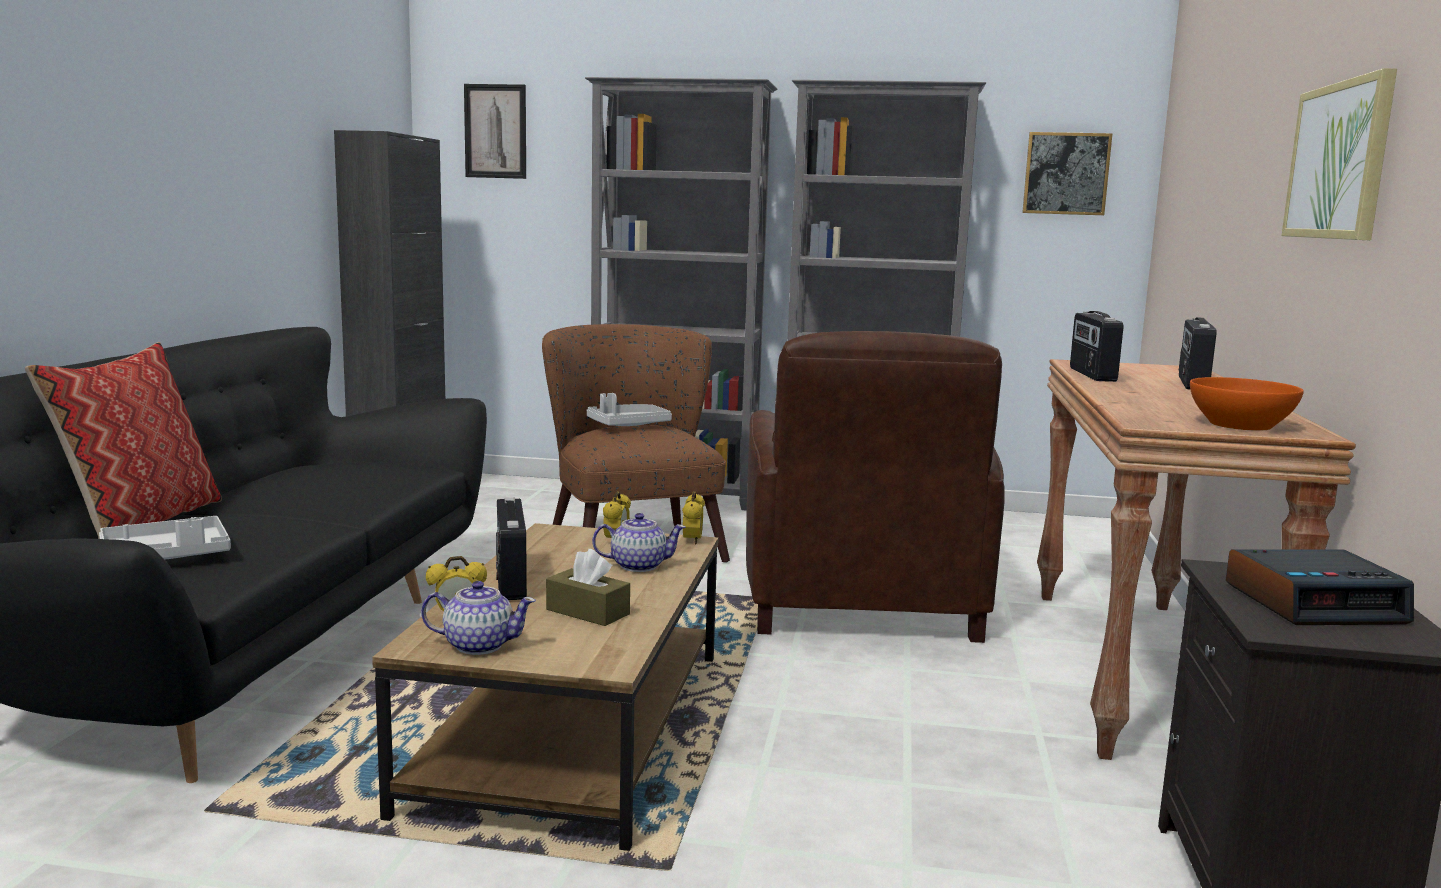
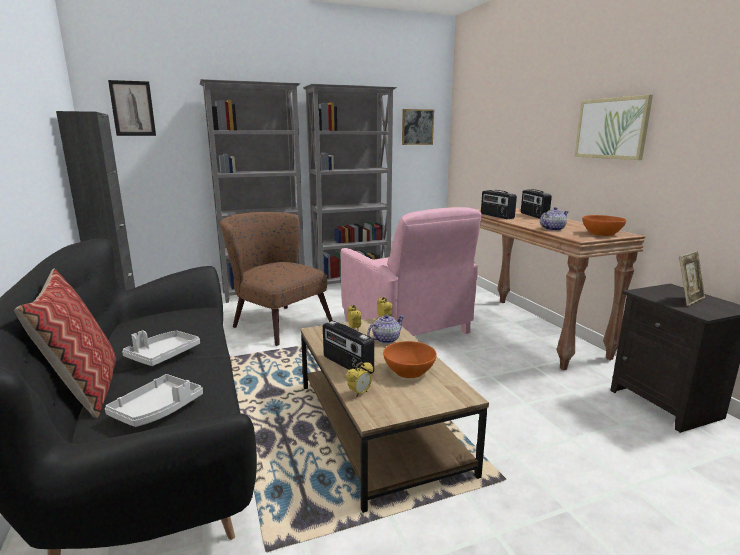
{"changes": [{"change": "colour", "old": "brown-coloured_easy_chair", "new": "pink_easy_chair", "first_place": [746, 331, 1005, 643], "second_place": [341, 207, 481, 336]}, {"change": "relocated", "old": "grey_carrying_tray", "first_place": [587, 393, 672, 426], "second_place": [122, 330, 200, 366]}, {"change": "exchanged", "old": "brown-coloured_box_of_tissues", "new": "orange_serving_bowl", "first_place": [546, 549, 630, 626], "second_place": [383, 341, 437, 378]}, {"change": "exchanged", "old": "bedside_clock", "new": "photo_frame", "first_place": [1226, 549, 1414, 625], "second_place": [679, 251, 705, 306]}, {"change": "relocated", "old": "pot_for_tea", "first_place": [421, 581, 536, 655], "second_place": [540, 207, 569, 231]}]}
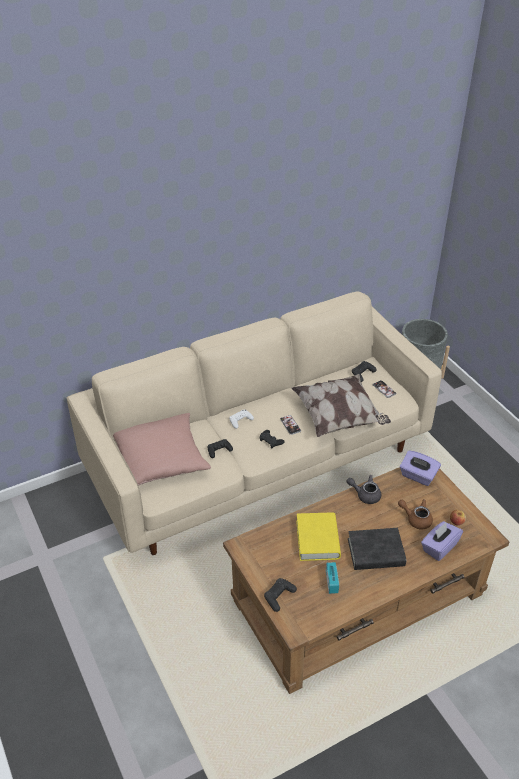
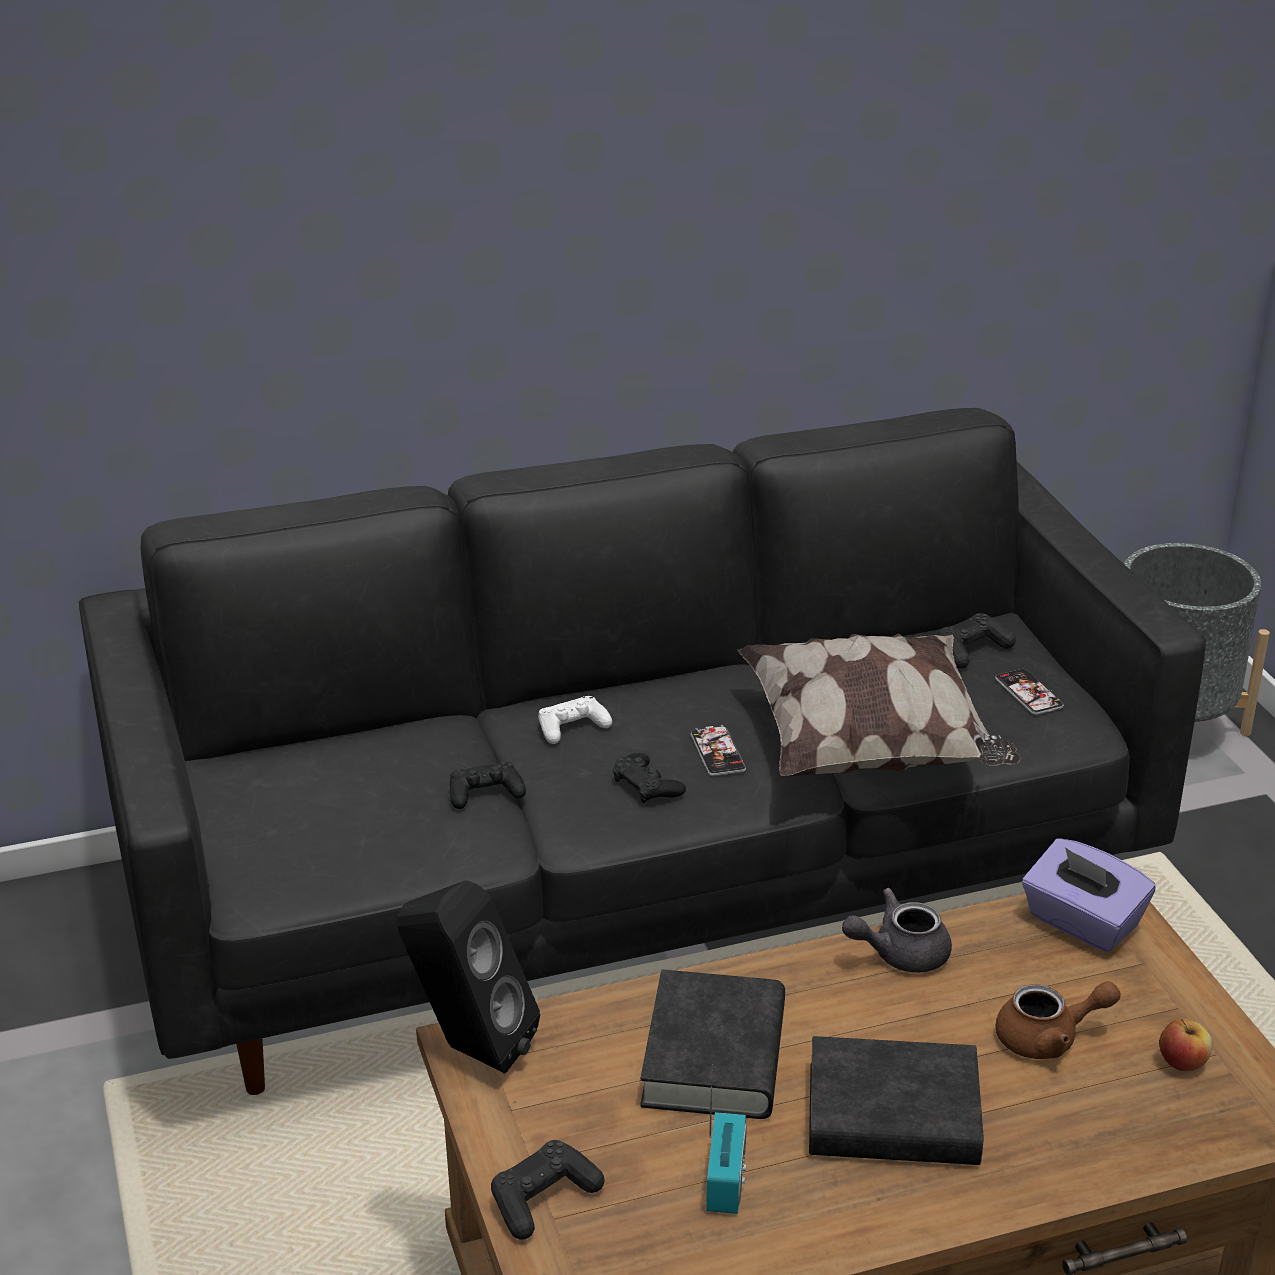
{"changes": [{"change": "colour", "old": "beige_couch", "new": "blackish_couch", "first_place": [67, 291, 442, 555], "second_place": [79, 408, 1206, 1095]}, {"change": "missing", "old": "pink_pillow", "first_place": [113, 413, 211, 486]}, {"change": "spun", "old": "grey_pot_for_tea", "first_place": [347, 475, 381, 504], "second_place": [842, 888, 952, 973], "degrees": -45}, {"change": "spun", "old": "brown-coloured_pot_for_tea", "first_place": [398, 499, 433, 529], "second_place": [996, 981, 1121, 1059], "degrees": 135}, {"change": "colour", "old": "yellow_book", "new": "blackish_book", "first_place": [296, 512, 341, 561], "second_place": [640, 969, 785, 1119]}, {"change": "missing", "old": "purple_box_of_tissues", "first_place": [421, 521, 463, 561]}, {"change": "appeared", "new": "blackish_speaker", "second_place": [397, 880, 540, 1074]}]}
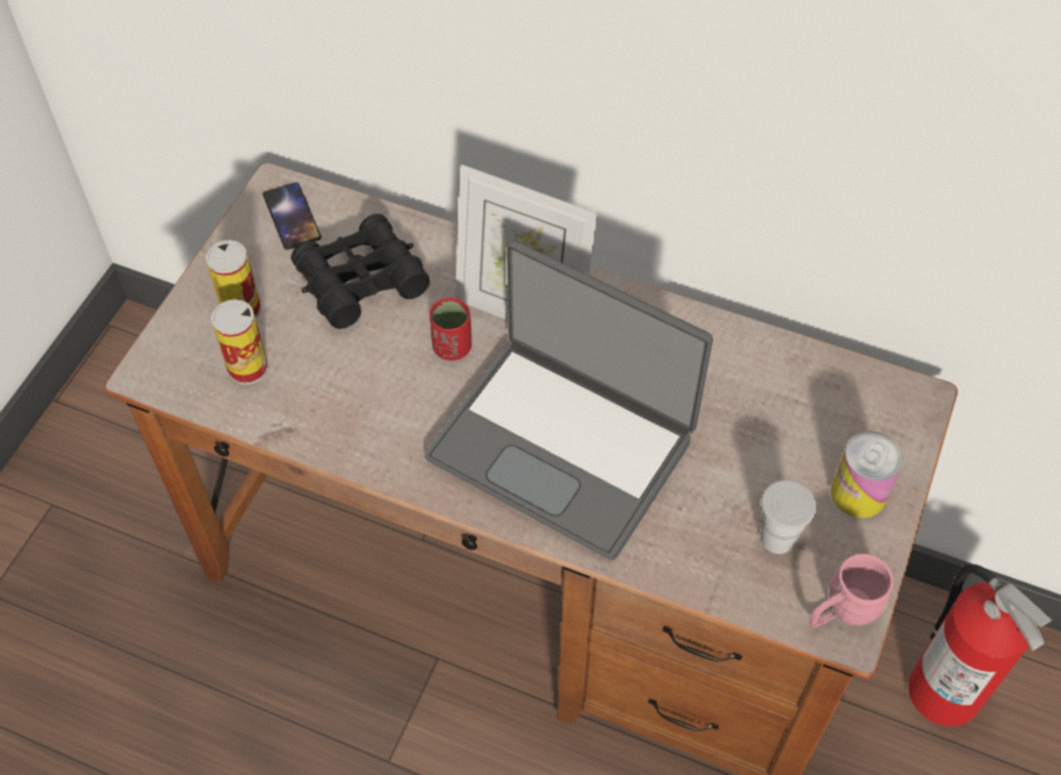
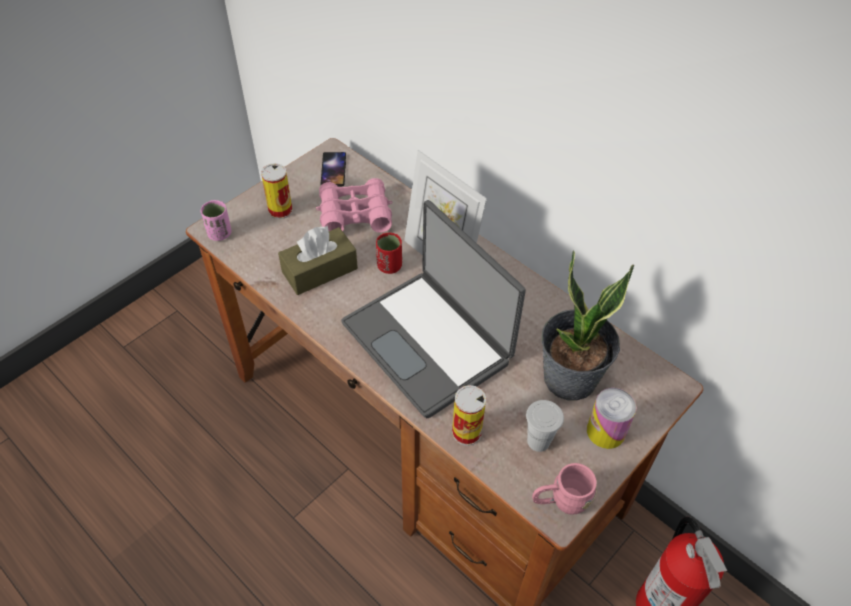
{"changes": [{"change": "colour", "old": "blackish_binoculars", "new": "pink_binoculars", "first_place": [291, 214, 430, 329], "second_place": [316, 178, 393, 233]}, {"change": "relocated", "old": "metal_can", "first_place": [211, 299, 268, 385], "second_place": [452, 385, 486, 446]}, {"change": "appeared", "new": "pink_drinking_cup", "second_place": [201, 200, 231, 241]}, {"change": "appeared", "new": "brown-coloured_box_of_tissues", "second_place": [278, 226, 358, 295]}, {"change": "appeared", "new": "potted_plant", "second_place": [542, 250, 634, 401]}]}
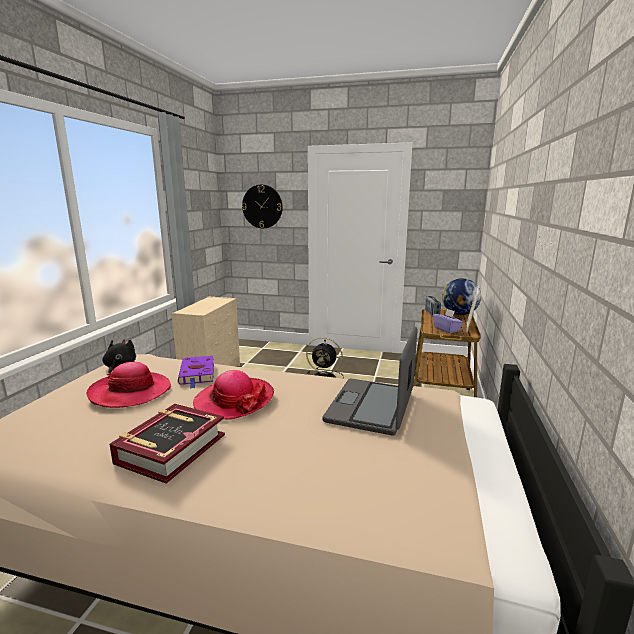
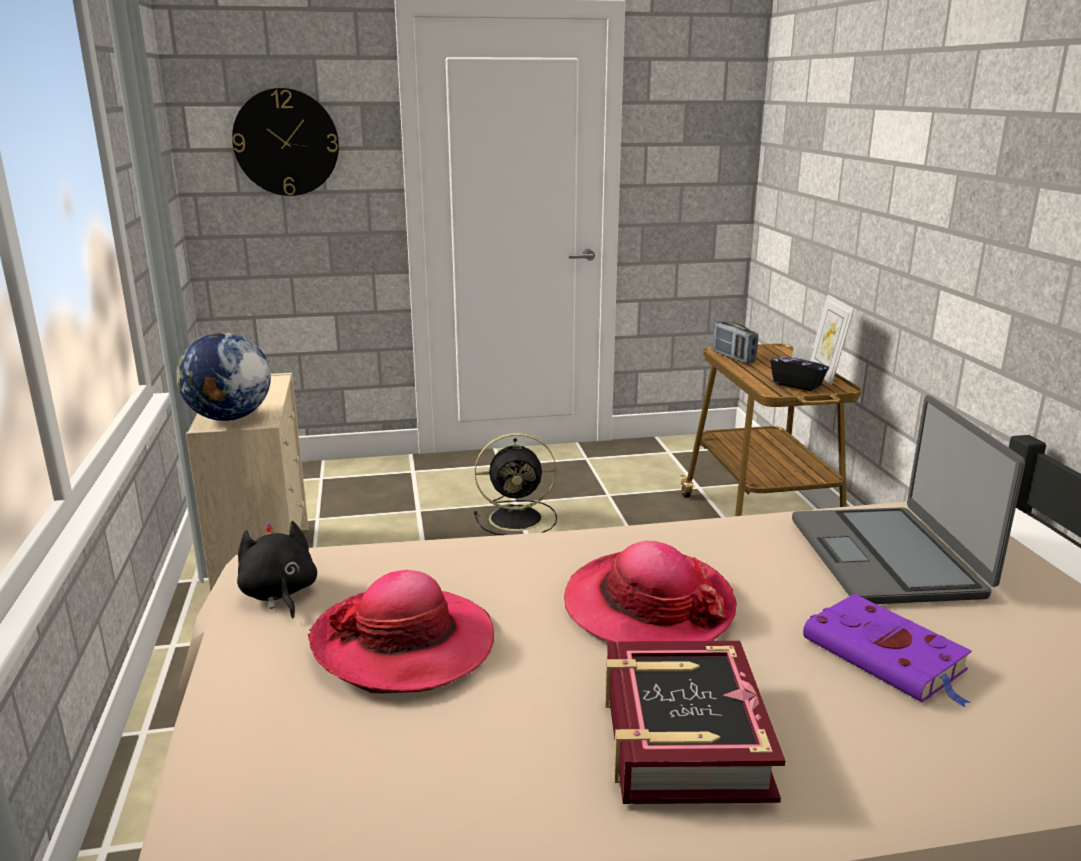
{"changes": [{"change": "relocated", "old": "desk_globe", "first_place": [442, 278, 481, 315], "second_place": [175, 332, 271, 421]}, {"change": "colour", "old": "purple_box_of_tissues", "new": "blackish_box_of_tissues", "first_place": [433, 309, 463, 333], "second_place": [771, 344, 829, 391]}, {"change": "relocated", "old": "purple_book", "first_place": [178, 356, 214, 389], "second_place": [803, 594, 972, 707]}]}
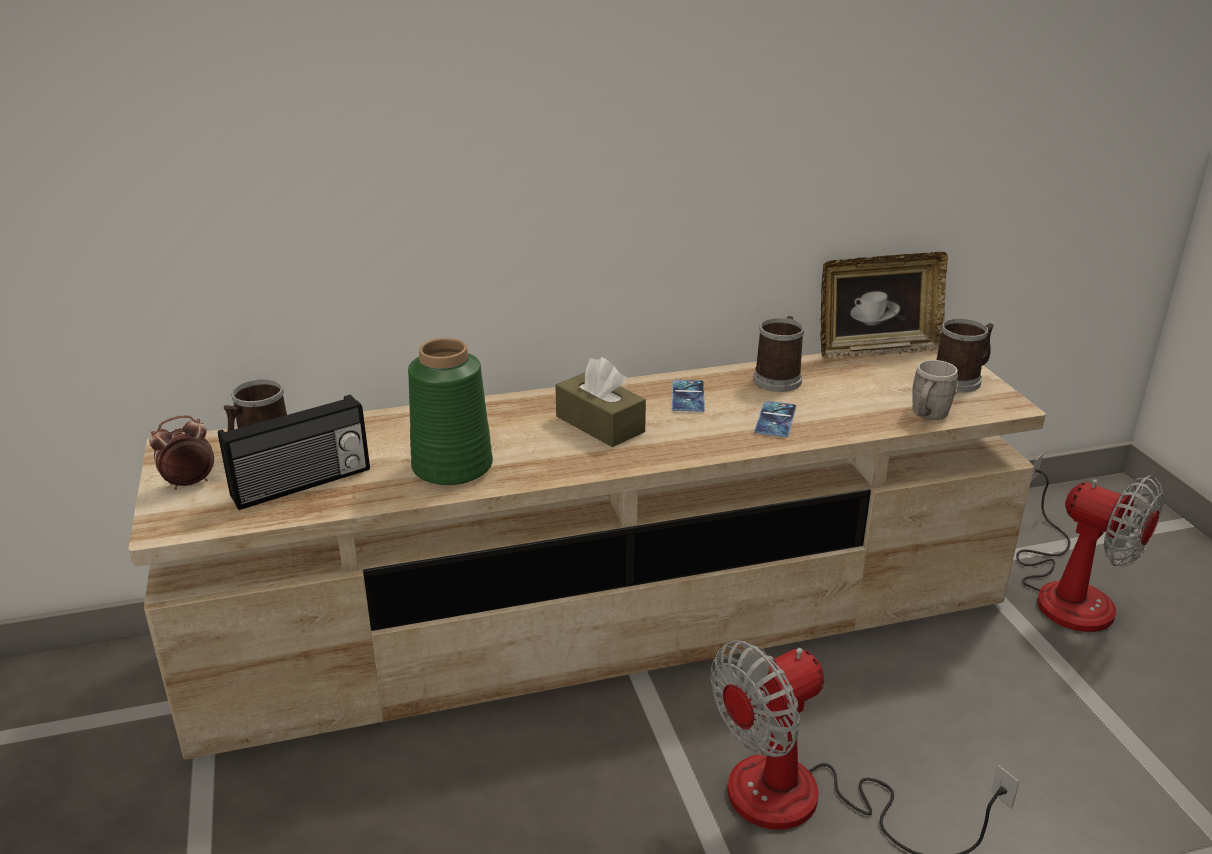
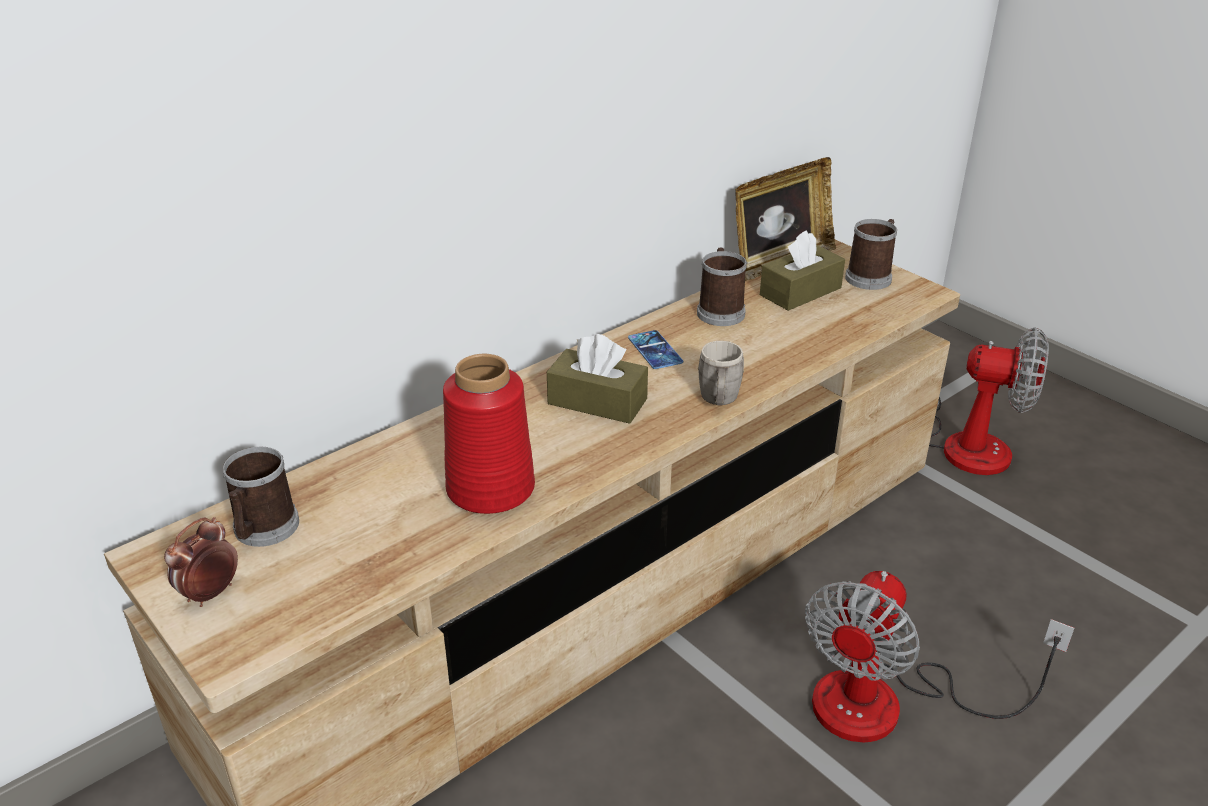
{"changes": [{"change": "colour", "old": "green_vase", "new": "reddish_vase", "first_place": [408, 338, 493, 485], "second_place": [443, 354, 535, 514]}, {"change": "relocated", "old": "grey_coffee_mug", "first_place": [912, 360, 958, 420], "second_place": [698, 341, 744, 406]}, {"change": "missing", "old": "radio_set", "first_place": [218, 394, 370, 510]}, {"change": "missing", "old": "phone", "first_place": [754, 401, 796, 437]}, {"change": "appeared", "new": "brown-coloured_box_of_tissues", "second_place": [760, 230, 845, 311]}]}
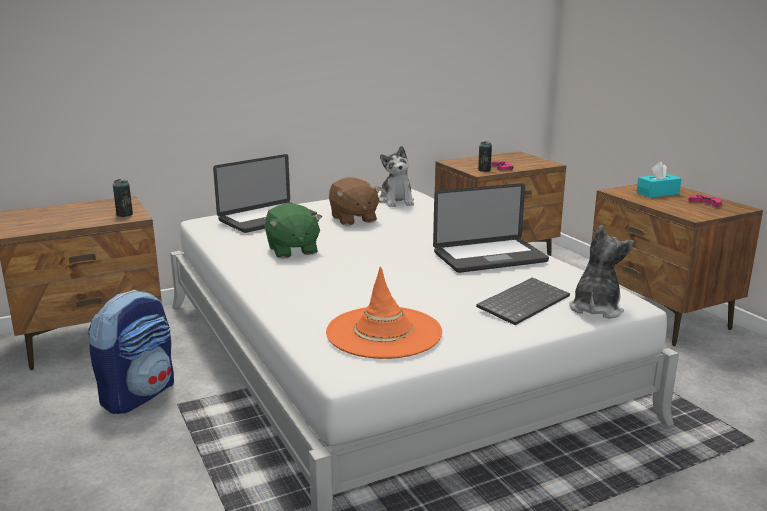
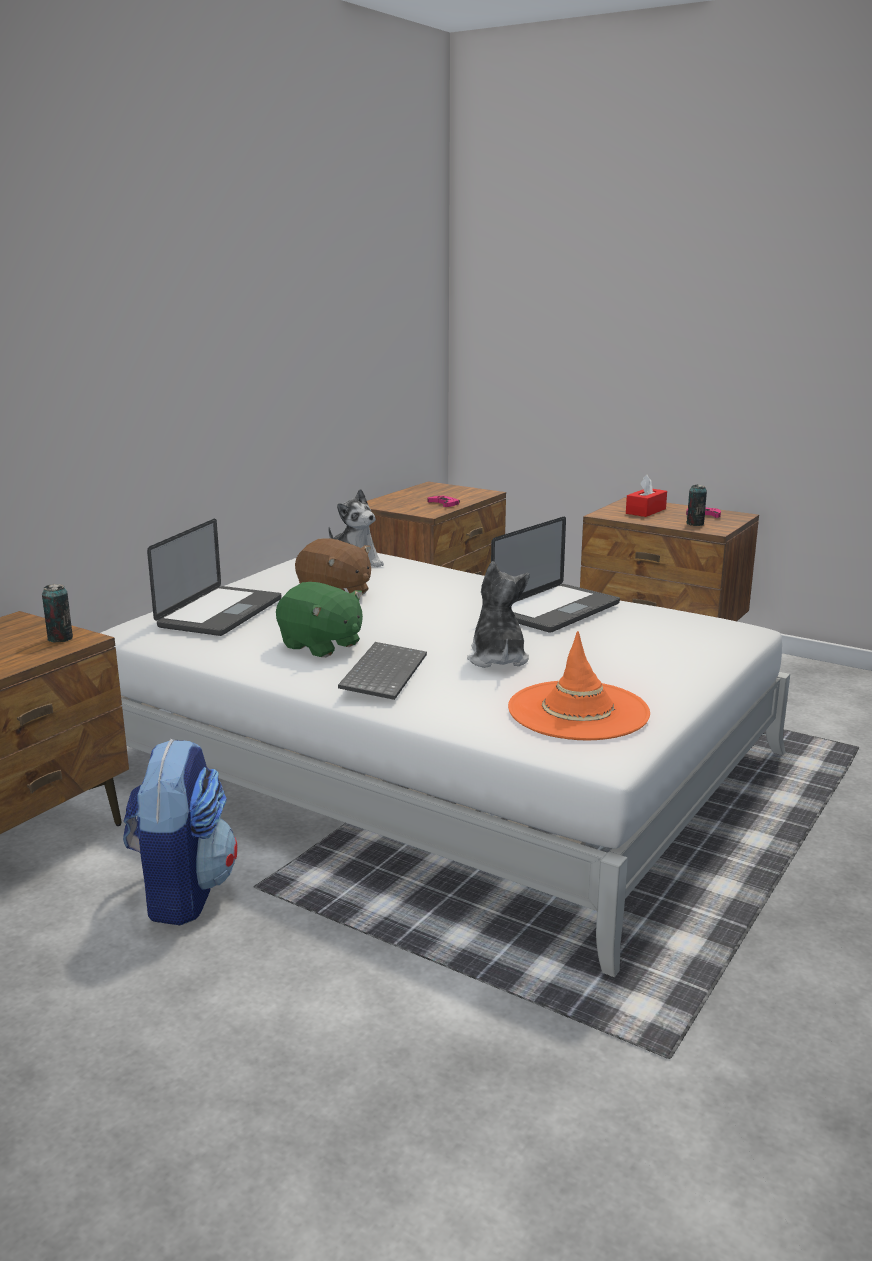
{"changes": [{"change": "relocated", "old": "metal_can", "first_place": [478, 141, 492, 172], "second_place": [687, 485, 707, 526]}, {"change": "colour", "old": "turquoise-coloured_box_of_tissues", "new": "reddish_box_of_tissues", "first_place": [636, 162, 682, 198], "second_place": [626, 475, 667, 517]}, {"change": "relocated", "old": "soft_toy", "first_place": [569, 225, 634, 318], "second_place": [467, 561, 530, 668]}, {"change": "relocated", "old": "computer_keyboard", "first_place": [476, 277, 570, 325], "second_place": [338, 642, 427, 700]}]}
